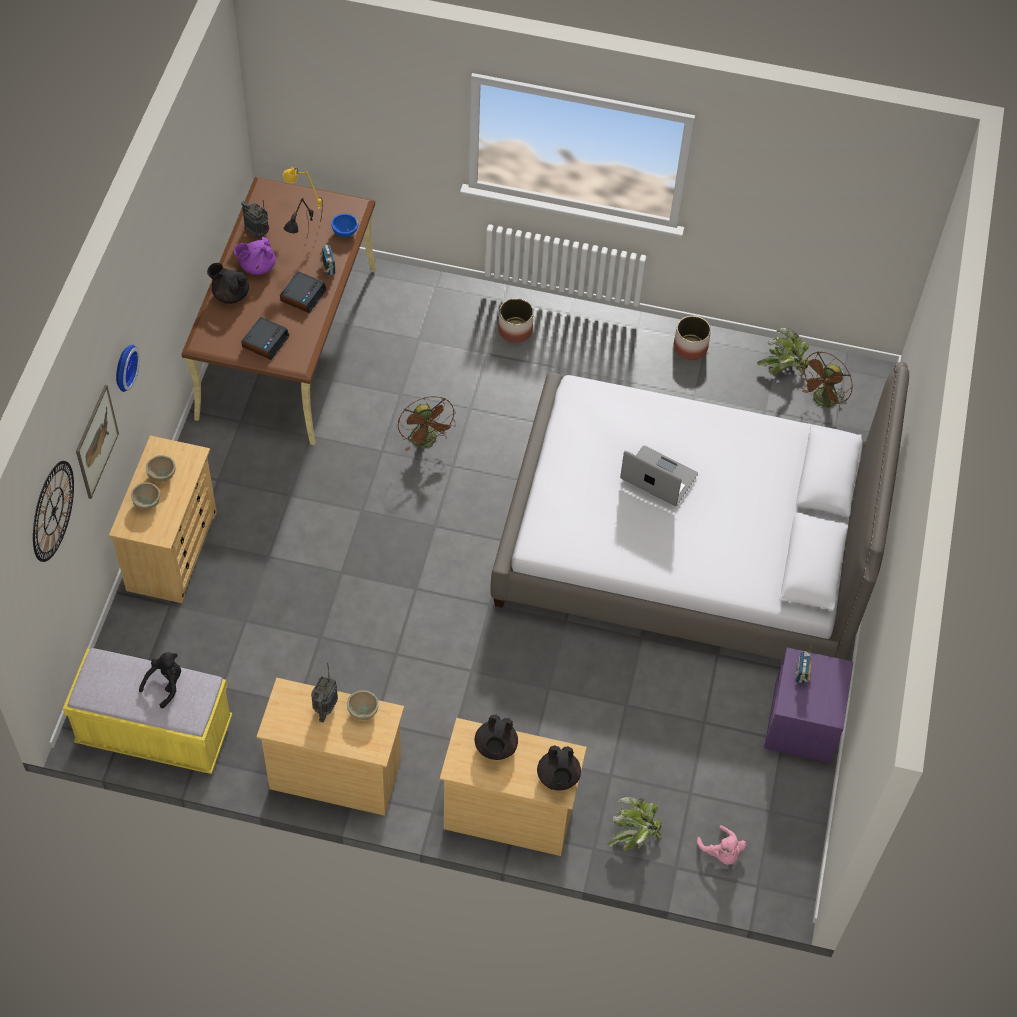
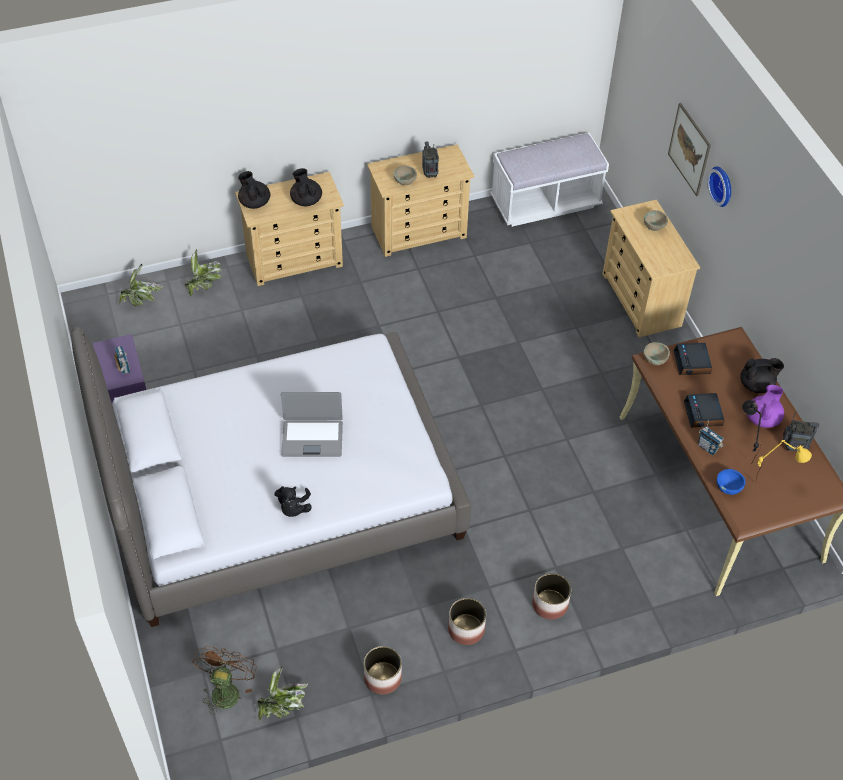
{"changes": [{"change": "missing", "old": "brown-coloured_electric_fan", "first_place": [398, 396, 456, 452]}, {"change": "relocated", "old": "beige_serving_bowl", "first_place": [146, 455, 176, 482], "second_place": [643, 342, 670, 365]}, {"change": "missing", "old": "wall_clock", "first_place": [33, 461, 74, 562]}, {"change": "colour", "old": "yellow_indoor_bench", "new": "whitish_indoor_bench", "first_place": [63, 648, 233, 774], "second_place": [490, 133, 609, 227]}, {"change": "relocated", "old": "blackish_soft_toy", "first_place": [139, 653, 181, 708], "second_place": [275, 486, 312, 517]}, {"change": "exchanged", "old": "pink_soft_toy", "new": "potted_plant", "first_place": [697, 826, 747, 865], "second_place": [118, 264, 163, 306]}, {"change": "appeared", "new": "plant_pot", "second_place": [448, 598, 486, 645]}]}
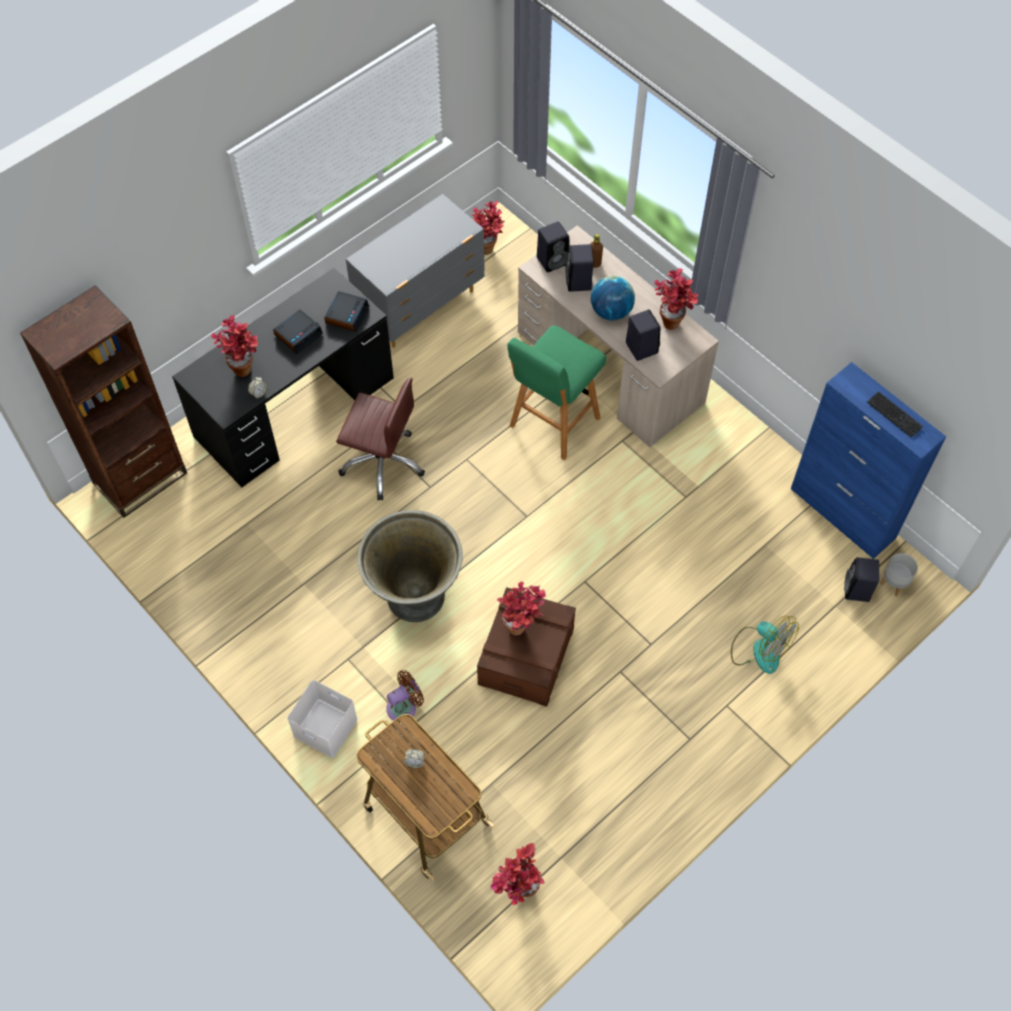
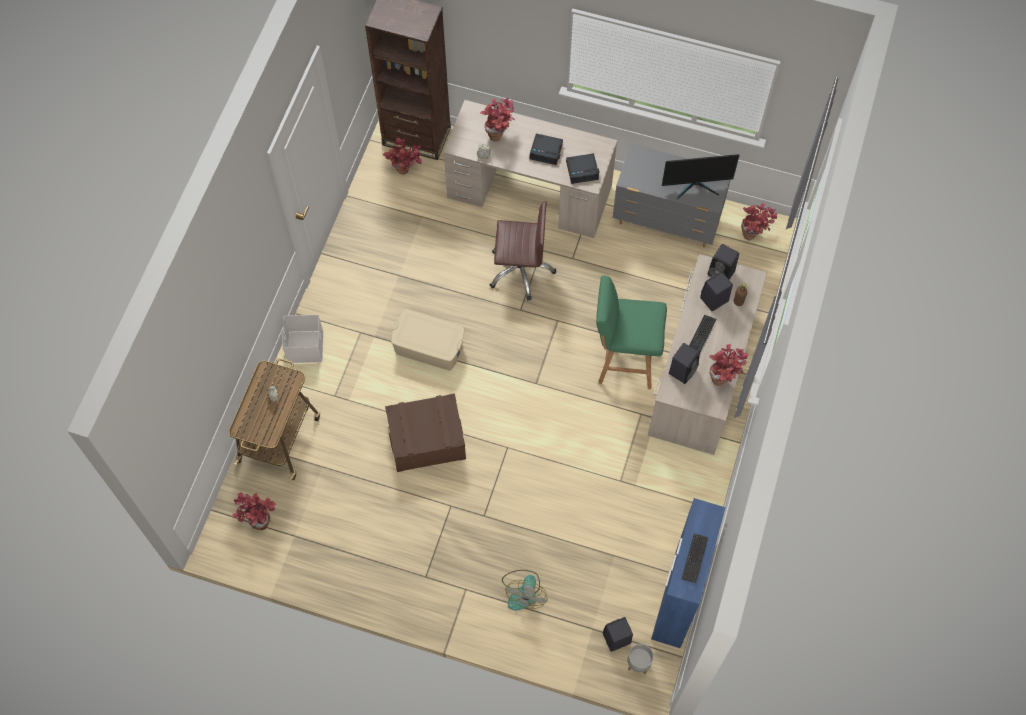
{"changes": [{"change": "colour", "old": "blackish_desk_unit", "new": "beige_desk_unit", "first_place": [172, 268, 394, 487], "second_place": [443, 100, 617, 238]}, {"change": "exchanged", "old": "desk_globe", "new": "computer_keyboard", "first_place": [591, 276, 635, 321], "second_place": [689, 315, 717, 352]}, {"change": "spun", "old": "brown-coloured_computer_chair", "first_place": [336, 378, 425, 500], "second_place": [490, 201, 556, 301], "degrees": -75}, {"change": "exchanged", "old": "grey_plant_pot", "new": "beige_storage_box", "first_place": [357, 510, 463, 622], "second_place": [391, 309, 464, 371]}, {"change": "relocated", "old": "potted_plant", "first_place": [497, 581, 546, 636], "second_place": [383, 137, 422, 174]}, {"change": "missing", "old": "brown-coloured_electric_fan", "first_place": [386, 670, 424, 721]}, {"change": "appeared", "new": "computer_screen", "second_place": [662, 154, 739, 199]}]}
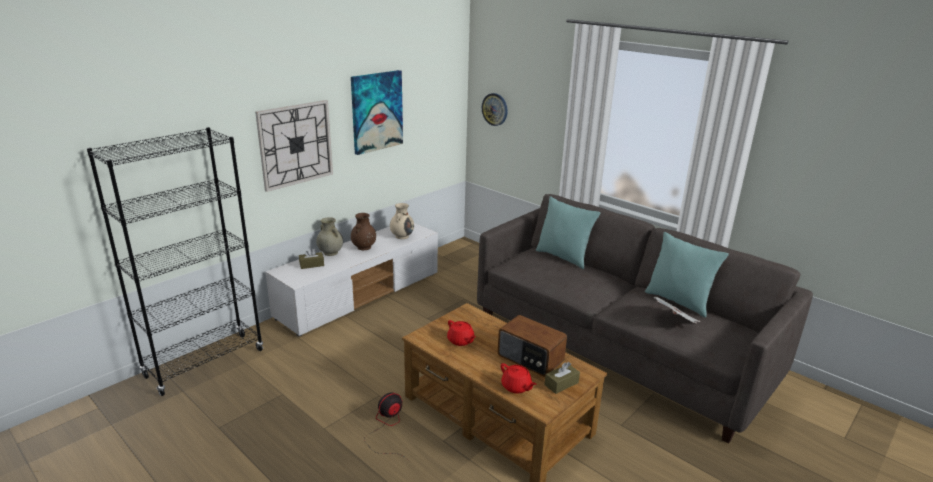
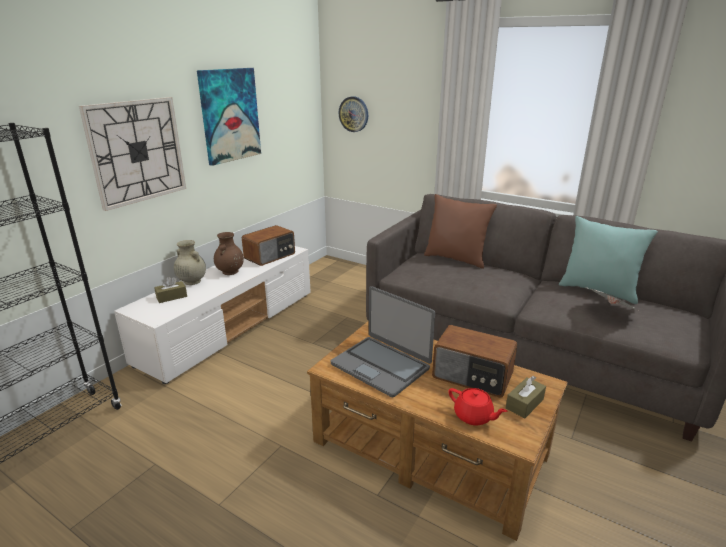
{"changes": [{"change": "colour", "old": "turquoise-coloured_pillow", "new": "brown-coloured_pillow", "first_place": [536, 196, 601, 269], "second_place": [424, 194, 497, 269]}, {"change": "exchanged", "old": "beige_vase", "new": "radio_set", "first_place": [390, 203, 414, 239], "second_place": [242, 225, 295, 266]}, {"change": "exchanged", "old": "reddish_pot_for_tea", "new": "portable_computer", "first_place": [447, 320, 476, 346], "second_place": [331, 286, 435, 397]}, {"change": "missing", "old": "electric_fan", "first_place": [365, 393, 409, 461]}]}
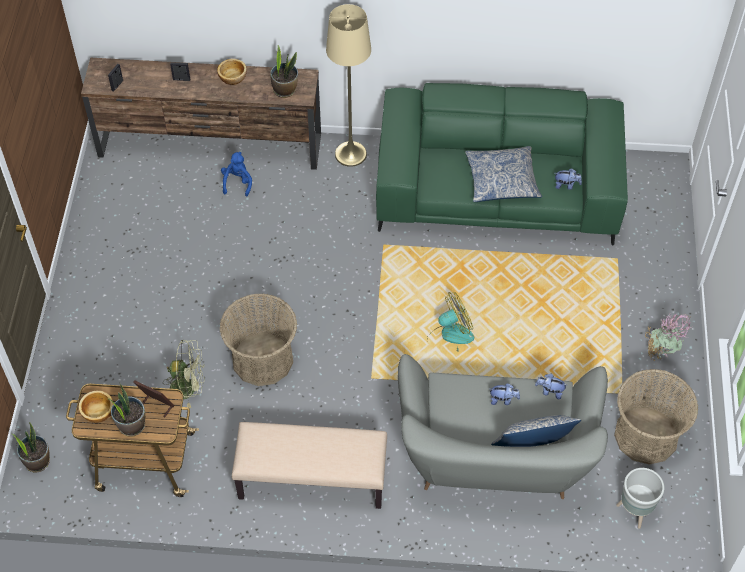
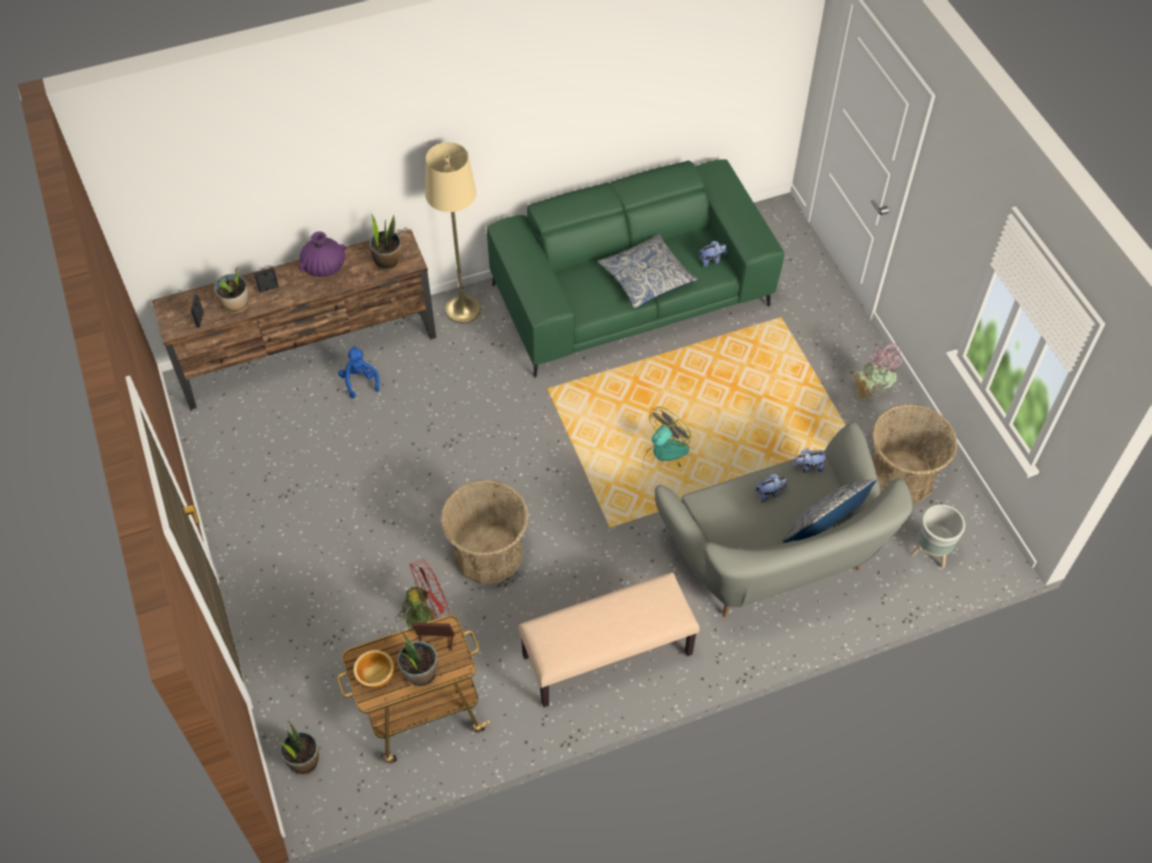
{"changes": [{"change": "exchanged", "old": "serving_bowl", "new": "purple_vase", "first_place": [217, 59, 247, 85], "second_place": [298, 232, 347, 277]}, {"change": "colour", "old": "green_electric_fan", "new": "reddish_electric_fan", "first_place": [163, 340, 205, 408], "second_place": [395, 559, 449, 628]}, {"change": "appeared", "new": "potted_plant", "second_place": [214, 267, 249, 313]}]}
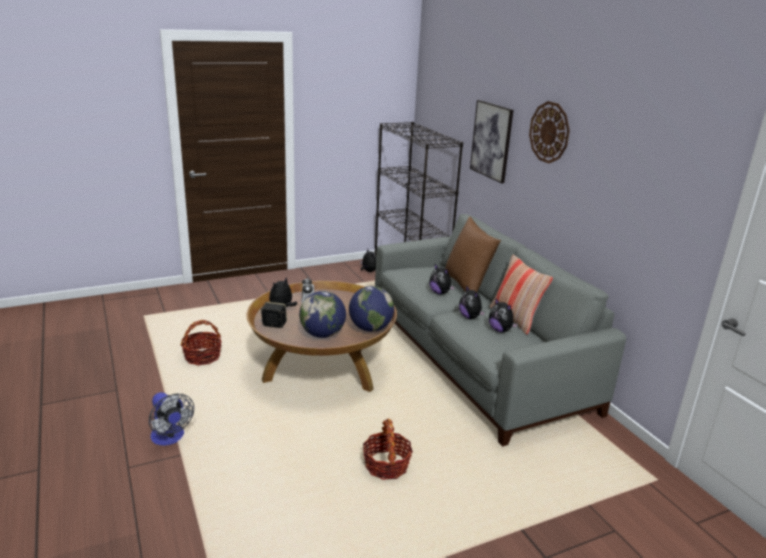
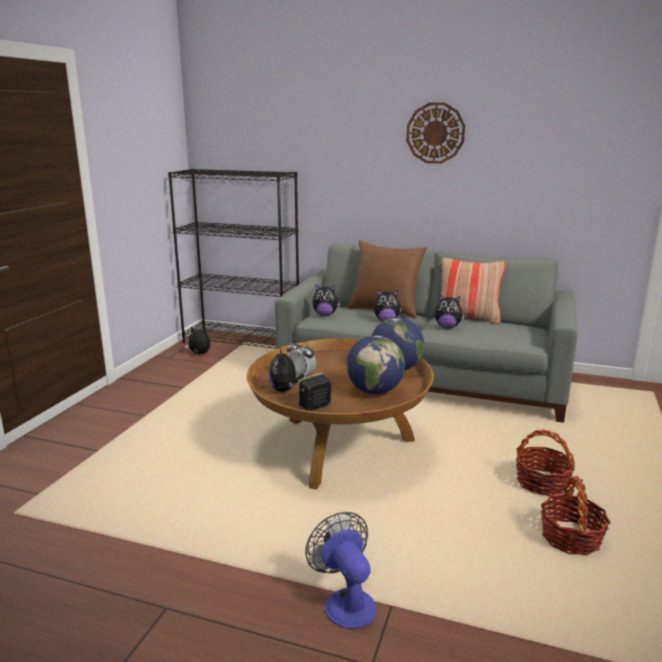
{"changes": [{"change": "missing", "old": "wall_art", "first_place": [470, 100, 513, 183]}, {"change": "relocated", "old": "soft_toy", "first_place": [489, 298, 518, 332], "second_place": [313, 285, 340, 316]}, {"change": "relocated", "old": "household_basket", "first_place": [181, 320, 222, 366], "second_place": [541, 476, 611, 556]}, {"change": "spun", "old": "electric_fan", "first_place": [149, 392, 194, 446], "second_place": [305, 512, 376, 629], "degrees": -120}]}
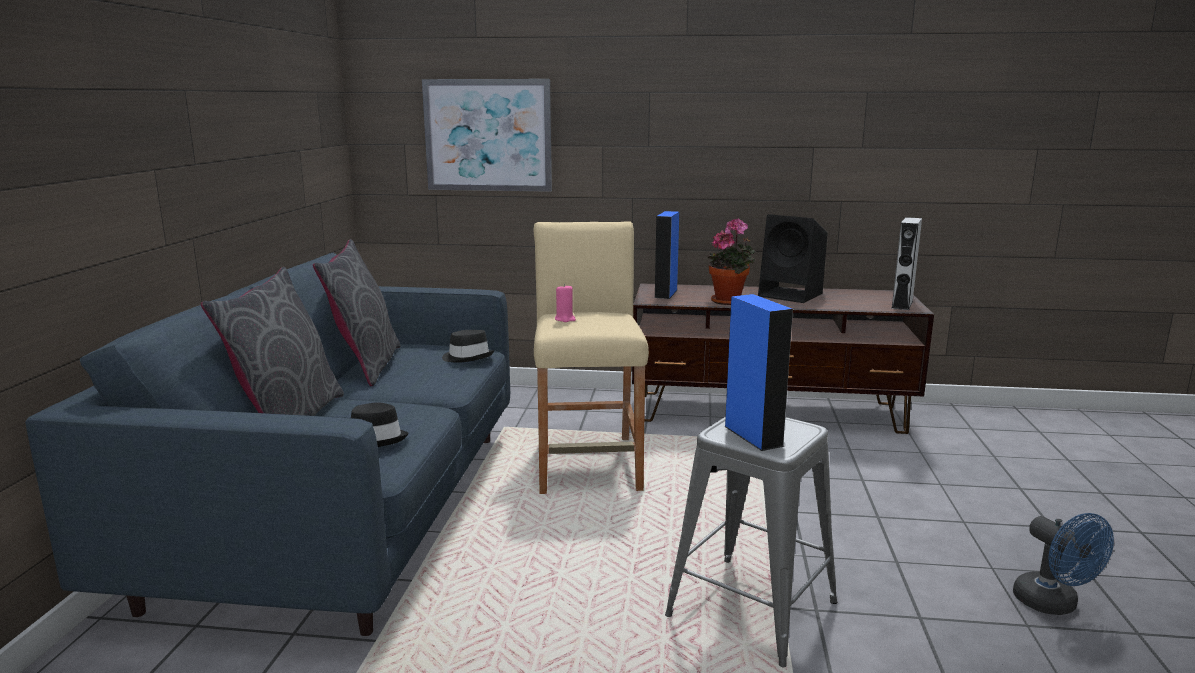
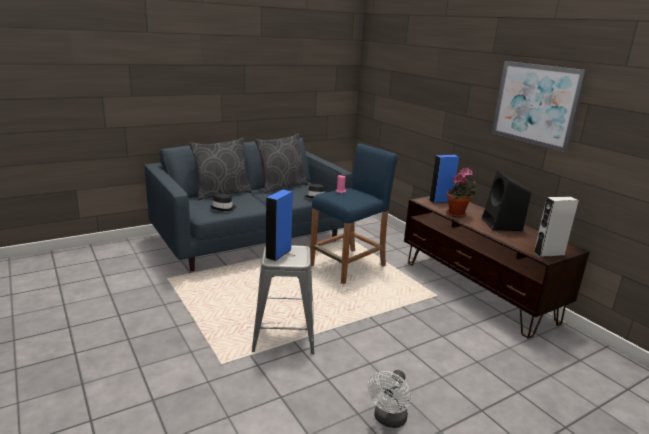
{"changes": [{"change": "relocated", "old": "wall_art", "first_place": [422, 79, 552, 192], "second_place": [492, 61, 587, 152]}, {"change": "colour", "old": "beige_stool_seat", "new": "blue-coloured_stool_seat", "first_place": [533, 221, 649, 494], "second_place": [310, 144, 398, 284]}, {"change": "colour", "old": "blue-coloured_electric_fan", "new": "whitish_electric_fan", "first_place": [1013, 513, 1114, 615], "second_place": [368, 370, 411, 428]}]}
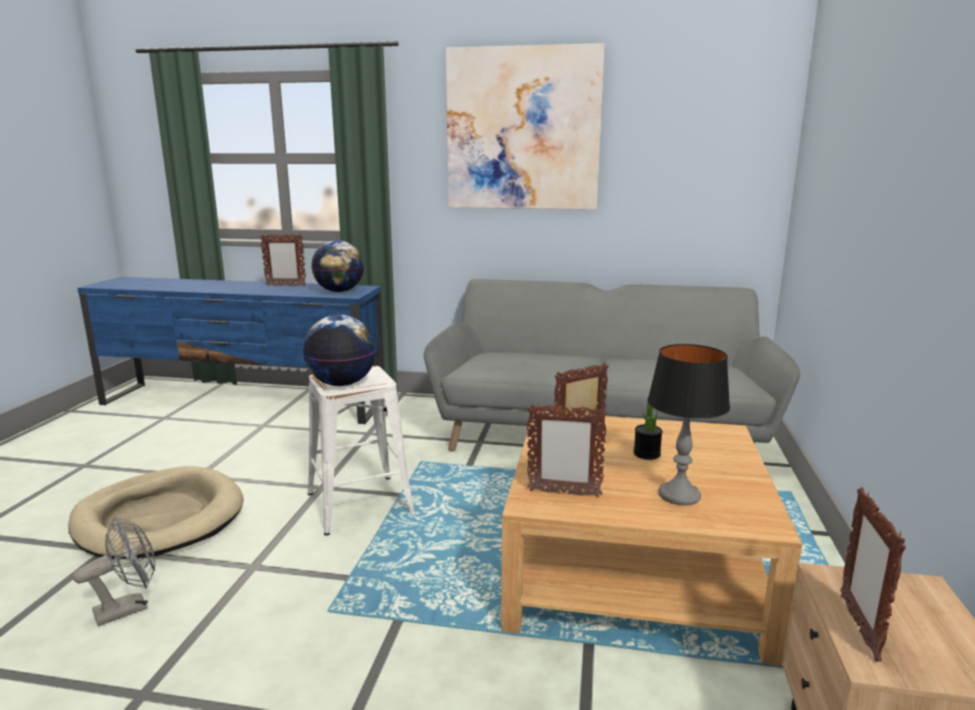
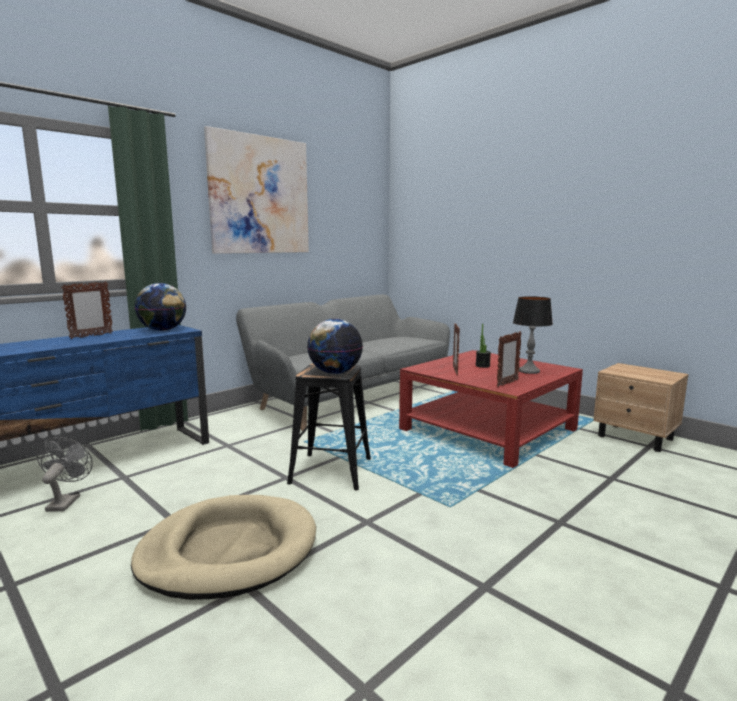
{"changes": [{"change": "colour", "old": "whitish_stool_seat", "new": "blackish_stool_seat", "first_place": [308, 366, 415, 536], "second_place": [287, 363, 371, 490]}, {"change": "colour", "old": "beige_lounge_table", "new": "reddish_lounge_table", "first_place": [501, 412, 802, 666], "second_place": [399, 350, 583, 468]}, {"change": "missing", "old": "photo_frame", "first_place": [840, 487, 906, 662]}, {"change": "relocated", "old": "grey_electric_fan", "first_place": [73, 517, 155, 626], "second_place": [37, 437, 93, 512]}]}
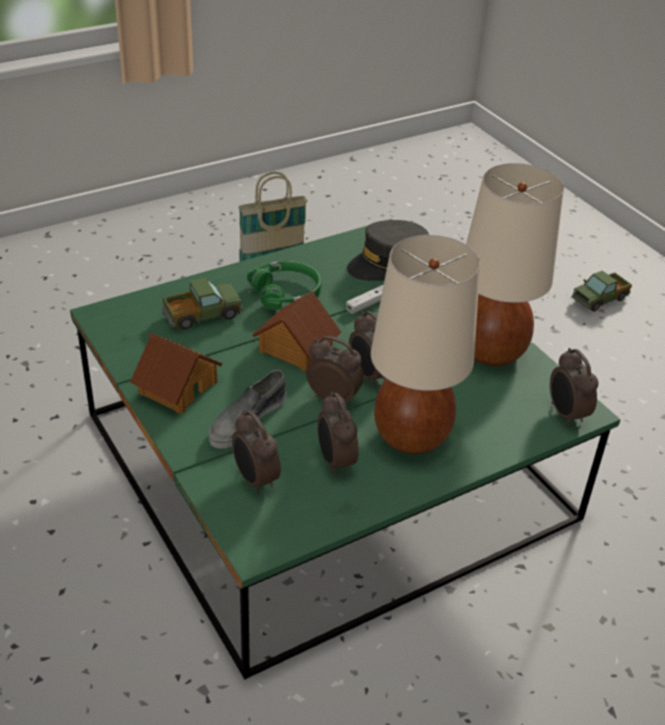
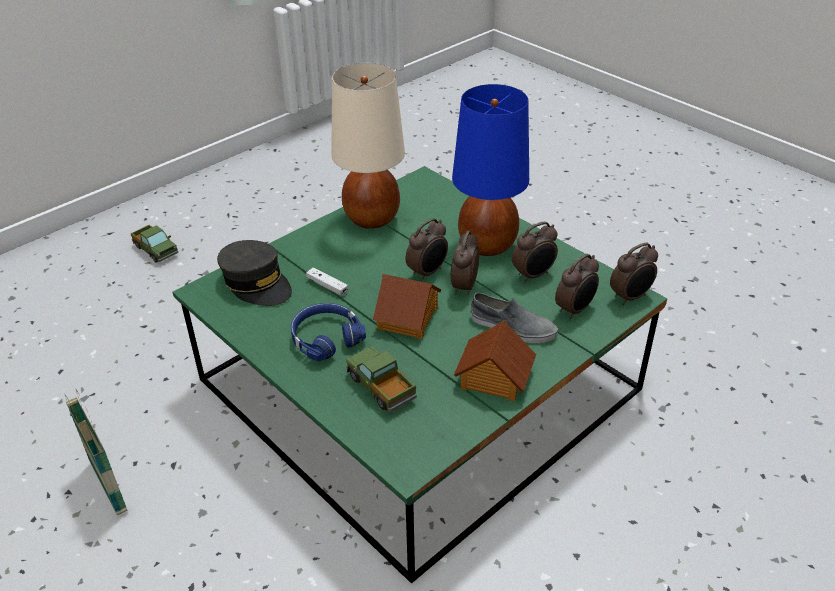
{"changes": [{"change": "colour", "old": "beige_table_lamp", "new": "blue-coloured_table_lamp", "first_place": [371, 235, 480, 454], "second_place": [452, 84, 529, 256]}, {"change": "colour", "old": "green_headset", "new": "blue-coloured_headset", "first_place": [247, 260, 321, 310], "second_place": [291, 303, 366, 362]}, {"change": "relocated", "old": "bedside_clock", "first_place": [550, 348, 598, 427], "second_place": [610, 243, 658, 305]}]}
